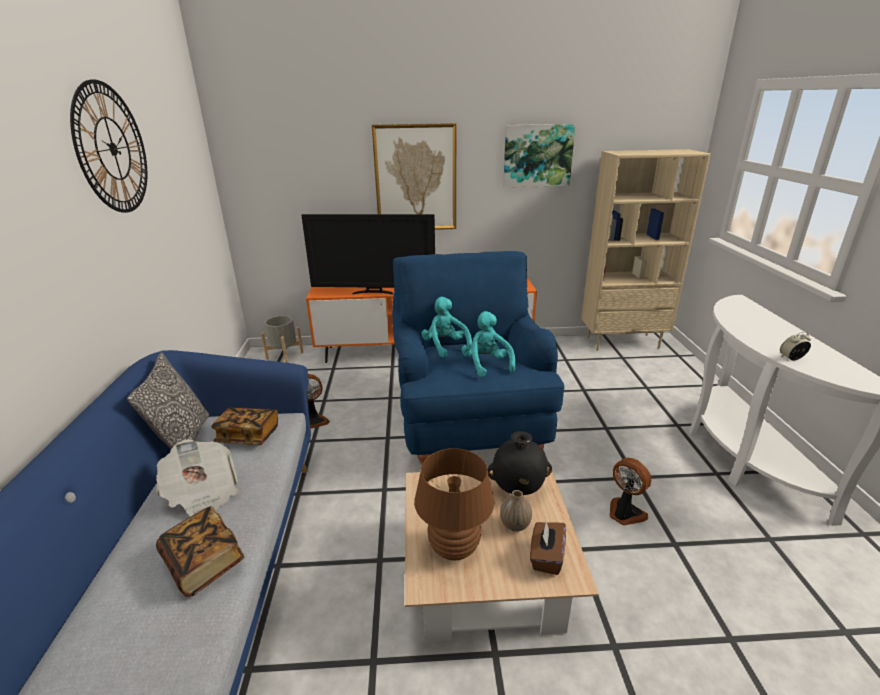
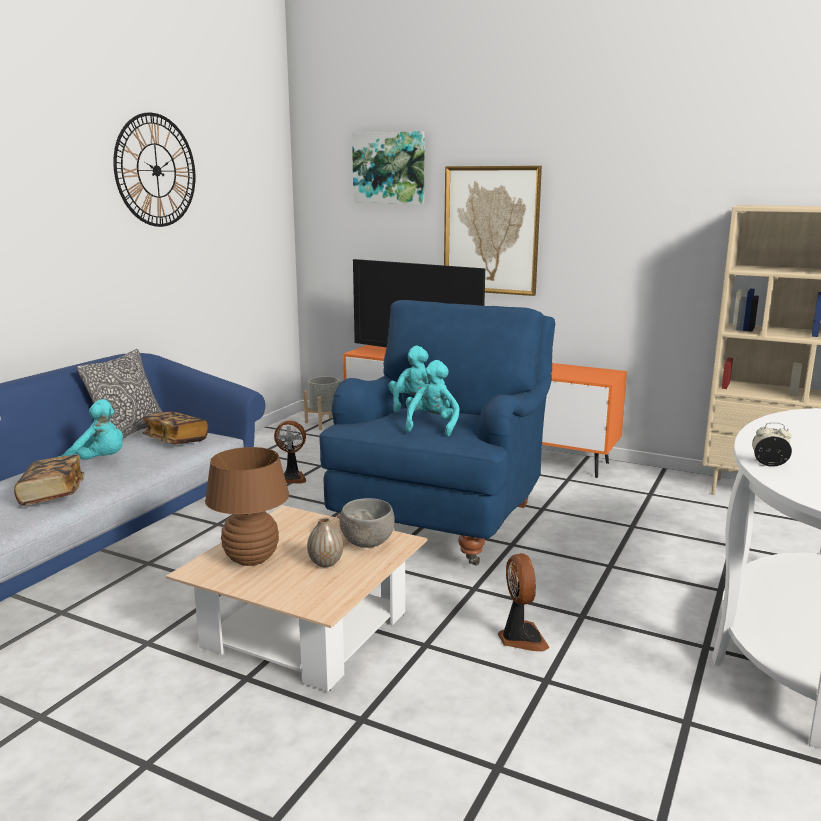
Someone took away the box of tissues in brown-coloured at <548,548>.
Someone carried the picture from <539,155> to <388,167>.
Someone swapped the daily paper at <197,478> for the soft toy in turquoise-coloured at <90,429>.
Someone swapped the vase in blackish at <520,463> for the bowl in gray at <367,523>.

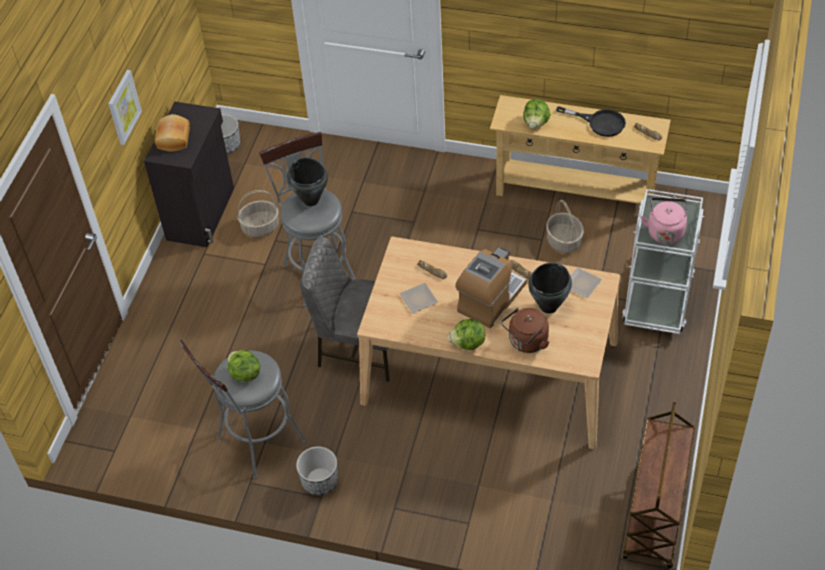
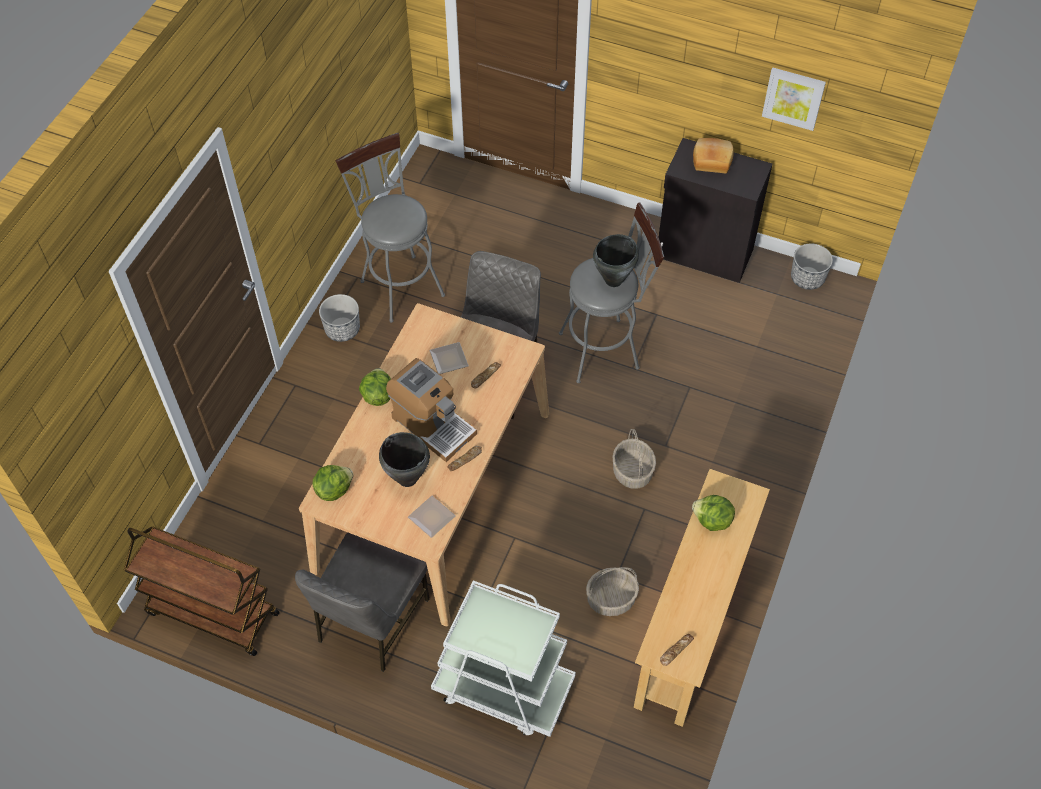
Someone took away the tea kettle in brown-coloured at <525,330>.
Someone took away the skillet in blackish at <591,121>.
Someone took away the tea kettle in pink at <664,220>.
Someone put down the plain chair in gray at <362,602>.
Someone carried the picture from <125,107> to <794,99>.
Someone carried the head of lettuce from <244,366> to <333,483>.
Someone carried the storage basket from <258,213> to <634,459>.

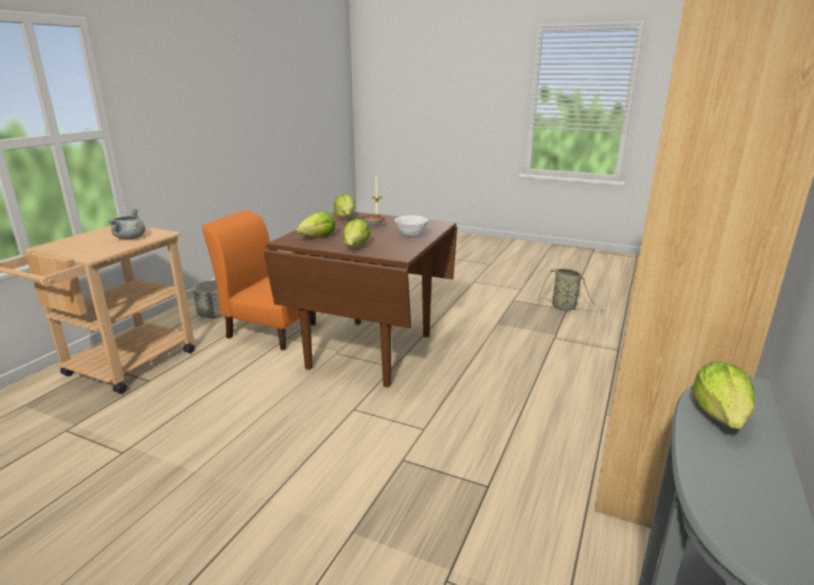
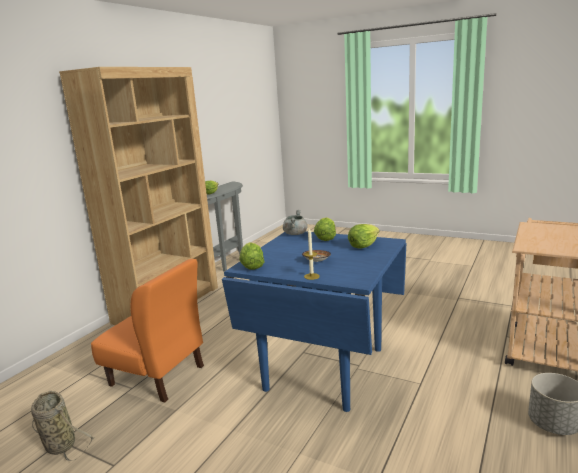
Someone took away the bowl in whitish at <412,226>.
Someone carried the stockpot in gray from <126,224> to <295,222>.
Someone carried the plain chair in orange-coloured from <259,280> to <147,331>.
Someone carried the head of lettuce from <344,206> to <252,256>.
Someone repainted the dinner table in brown-coloured at <360,299>, which became the dinner table in bluish at <314,321>.

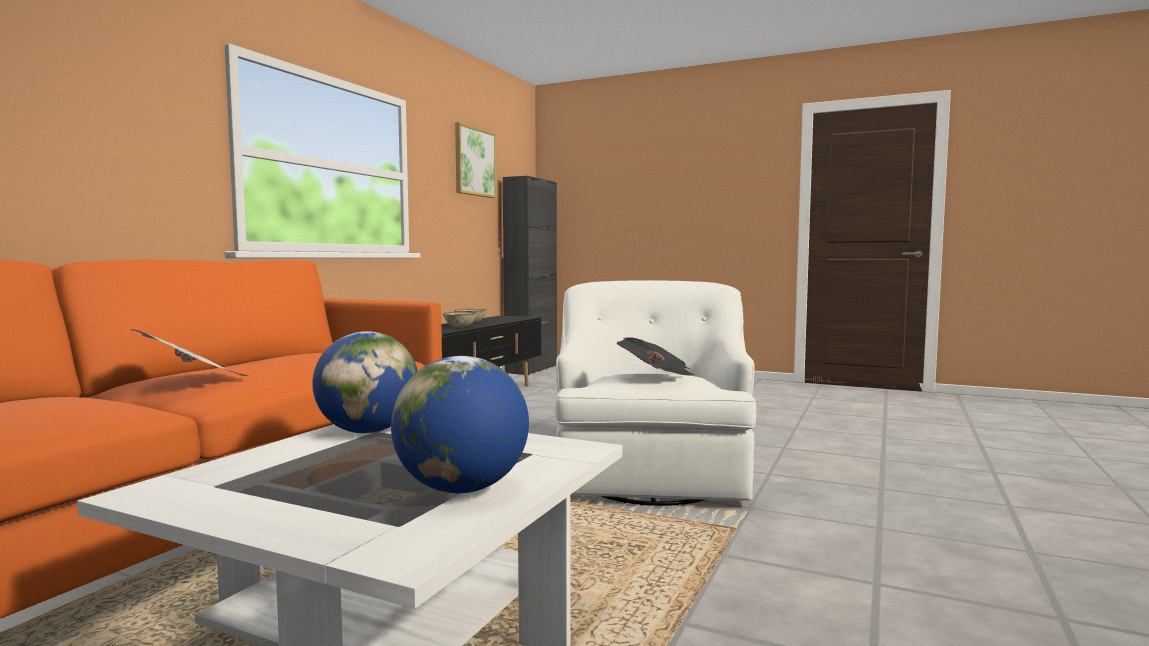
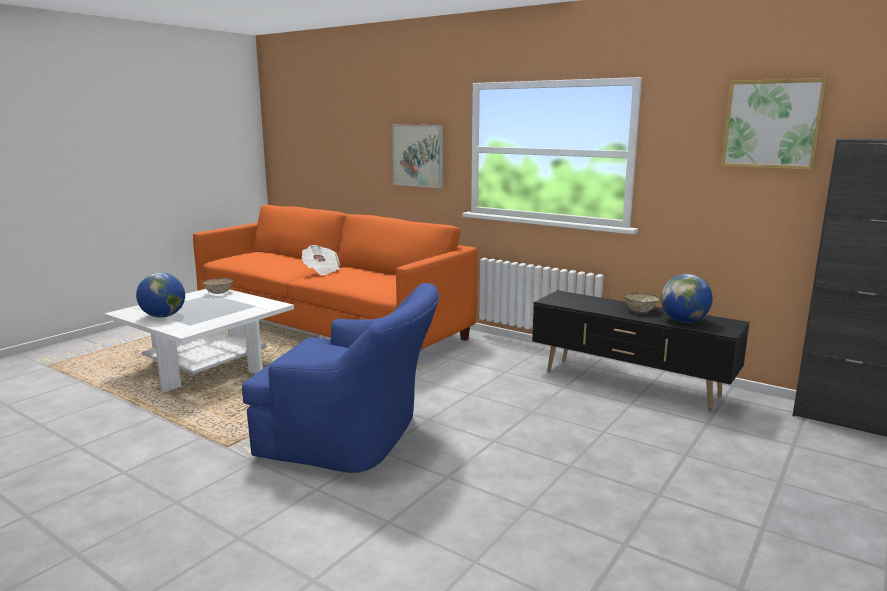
Someone took away the daily paper at <655,356>.
Someone put up the picture at <417,156>.
Someone carried the desk globe from <365,382> to <687,298>.
Someone carried the bowl from <459,319> to <218,286>.
Someone repainted the easy chair in whitish at <655,393>, which became the easy chair in bluish at <340,378>.

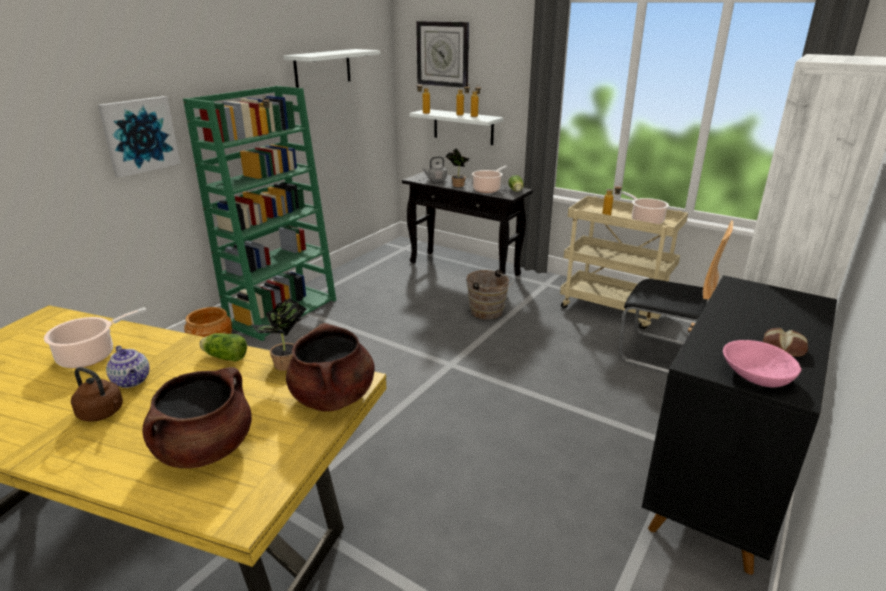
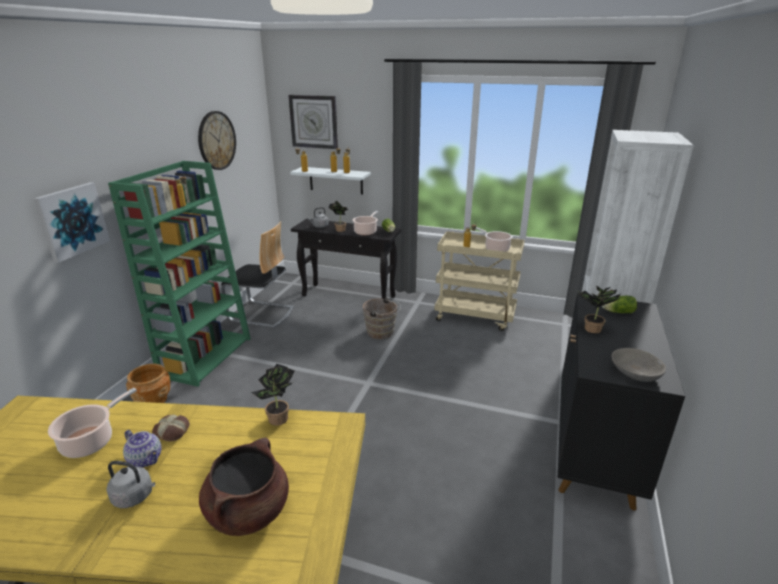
Someone took away the stockpot in brown-coloured at <330,367>.
Someone put down the houseplant at <599,309>.
Someone carried the head of lettuce from <223,347> to <619,305>.
Someone carried the plain chair from <675,297> to <257,274>.
Someone carried the bread from <785,342> to <171,428>.
Someone swapped the bracket shelf in whitish at <332,68> for the clock on the wall at <217,140>.
Someone repainted the tea kettle in brown-coloured at <97,394>, which became the tea kettle in gray at <131,484>.
Someone repainted the bowl in pink at <762,363>, which became the bowl in gray at <638,365>.

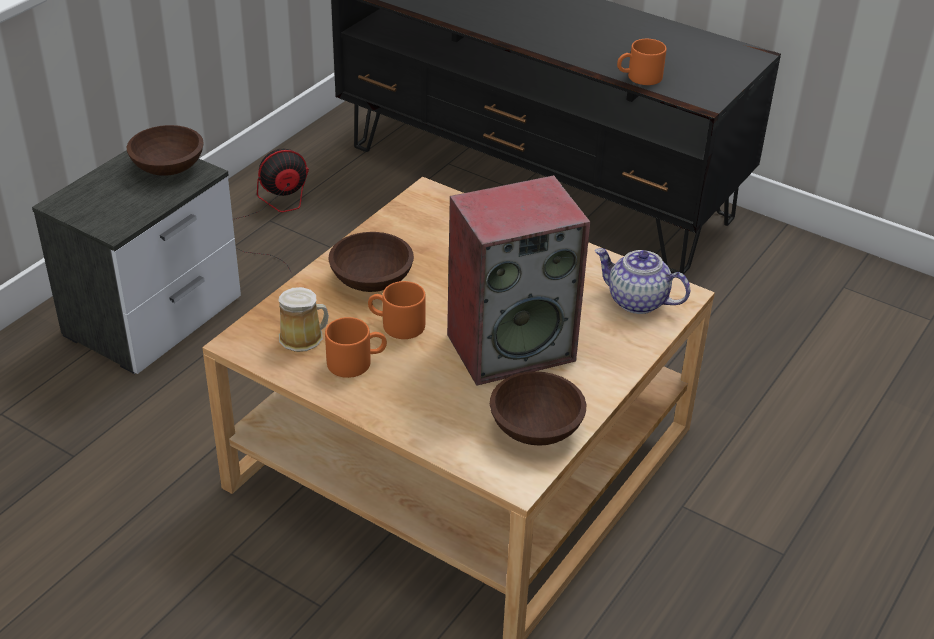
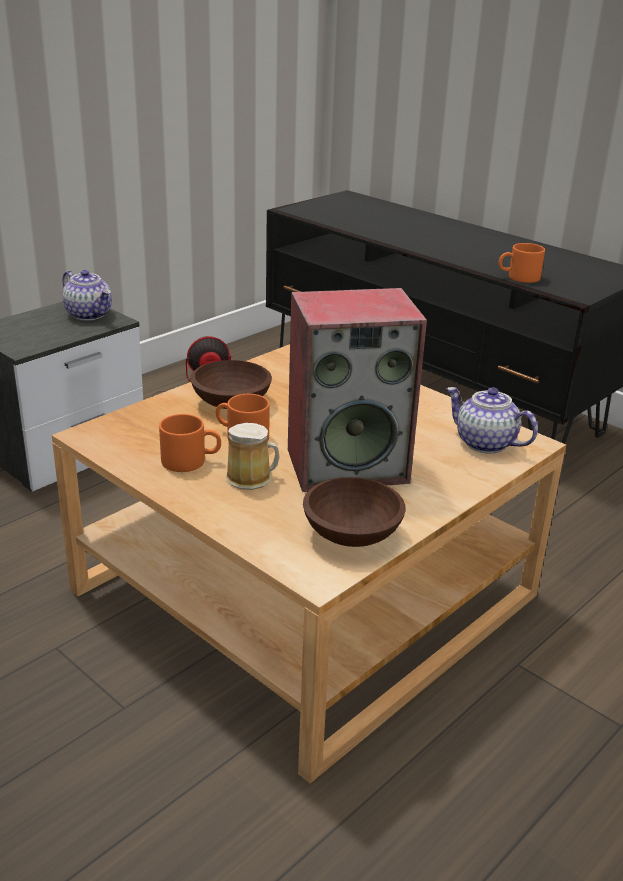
Someone carried the tea mug from <304,319> to <252,456>.
Someone swapped the bowl in brown-coloured at <165,150> for the tea pot at <87,295>.

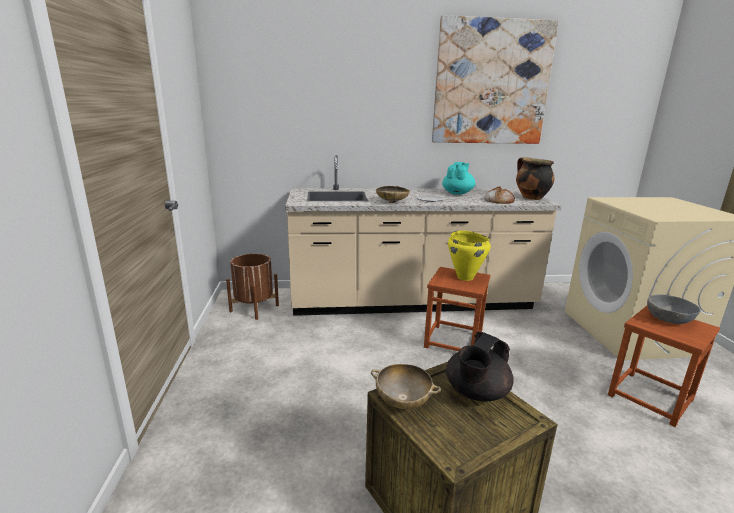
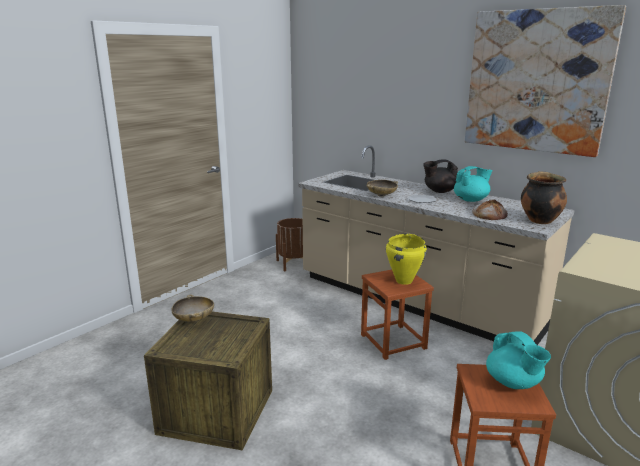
Someone carried the tea pot in blackish from <480,366> to <440,176>.
Someone swapped the bowl in gray at <673,309> for the tea pot in turquoise-coloured at <518,360>.

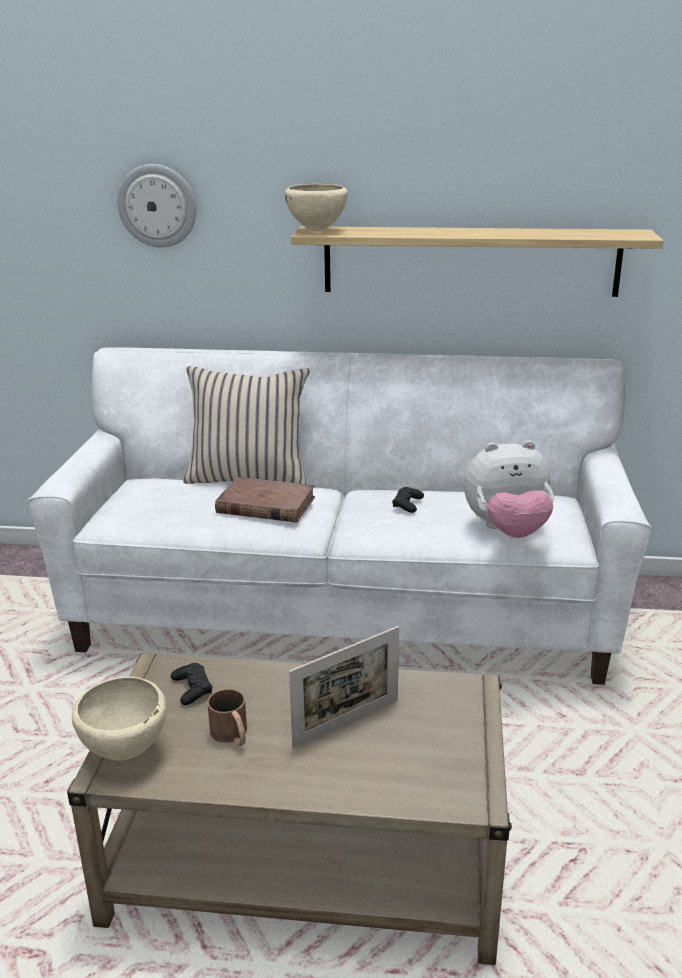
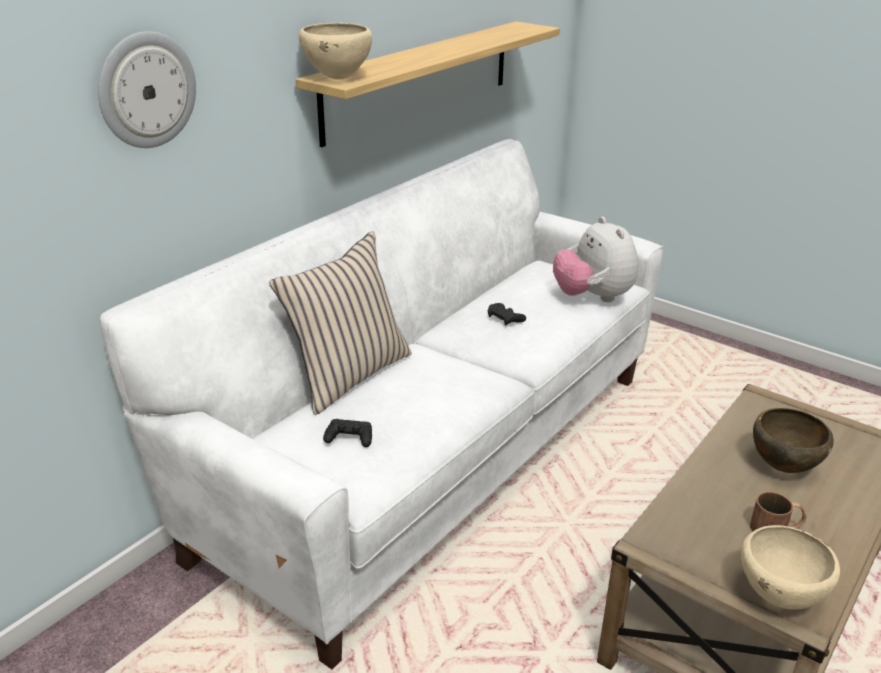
Someone took away the book in brown-coloured at <265,500>.
Someone carried the joypad in blackish from <191,684> to <347,433>.
Someone swapped the photo frame at <344,687> for the bowl in brown-coloured at <793,440>.
Someone rotated the soft toy at <509,489> by 135 degrees clockwise.

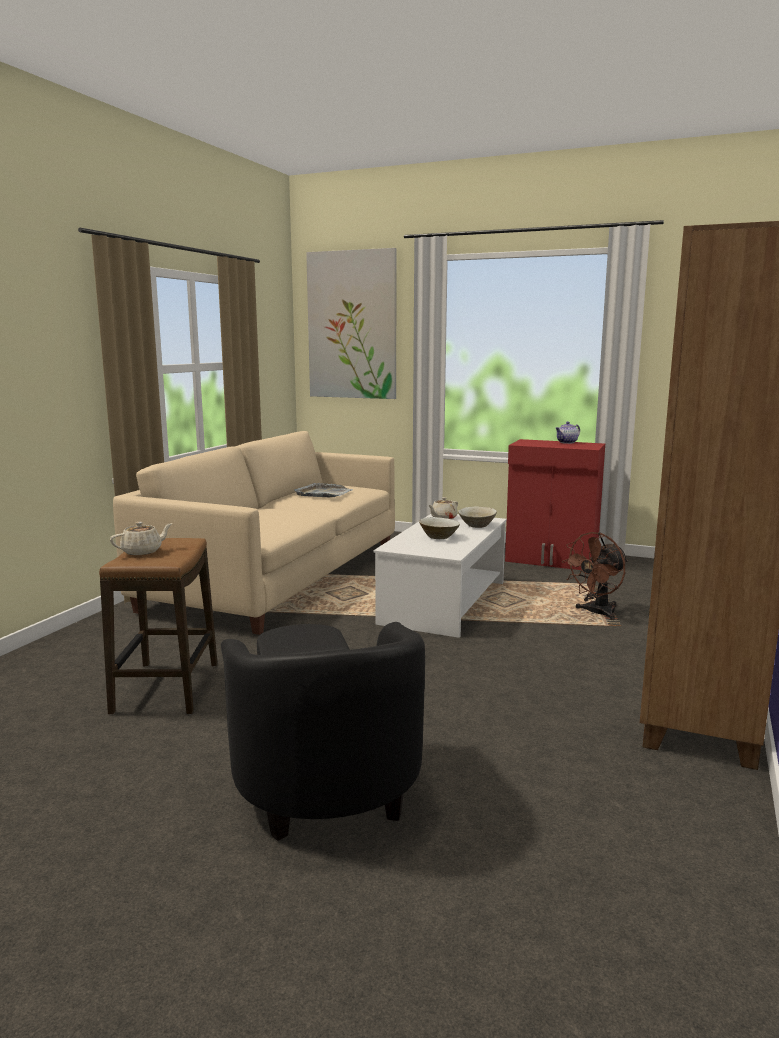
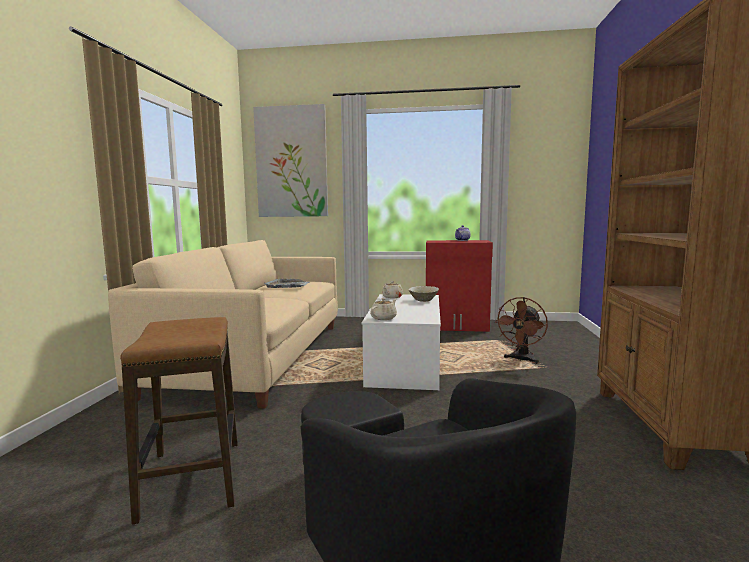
Someone took away the bowl in beige at <439,528>.
Someone carried the tea pot in beige from <141,538> to <383,309>.

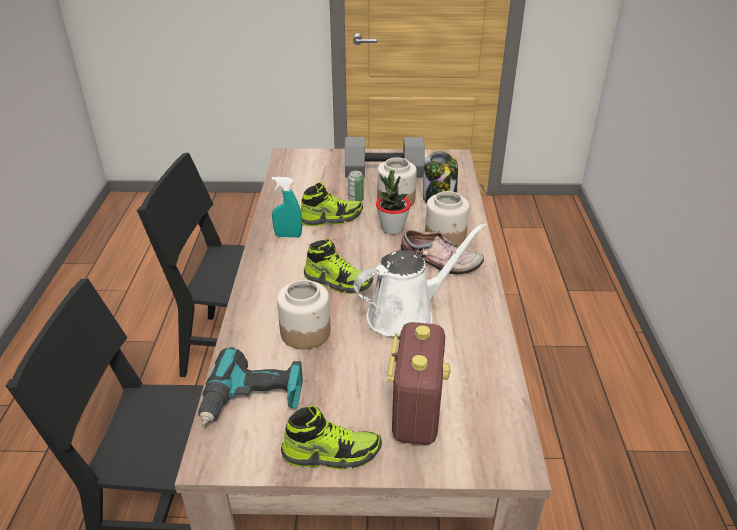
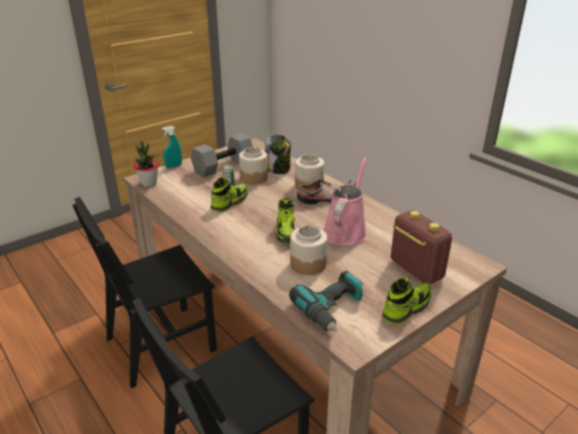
Someone carried the sprayer in turquoise-coloured from <287,207> to <172,147>.
Someone carried the houseplant from <393,202> to <146,164>.
Someone repainted the watering pot in whitish at <419,279>, which became the watering pot in pink at <345,201>.
Someone rotated the shoe at <338,266> by 105 degrees clockwise.

